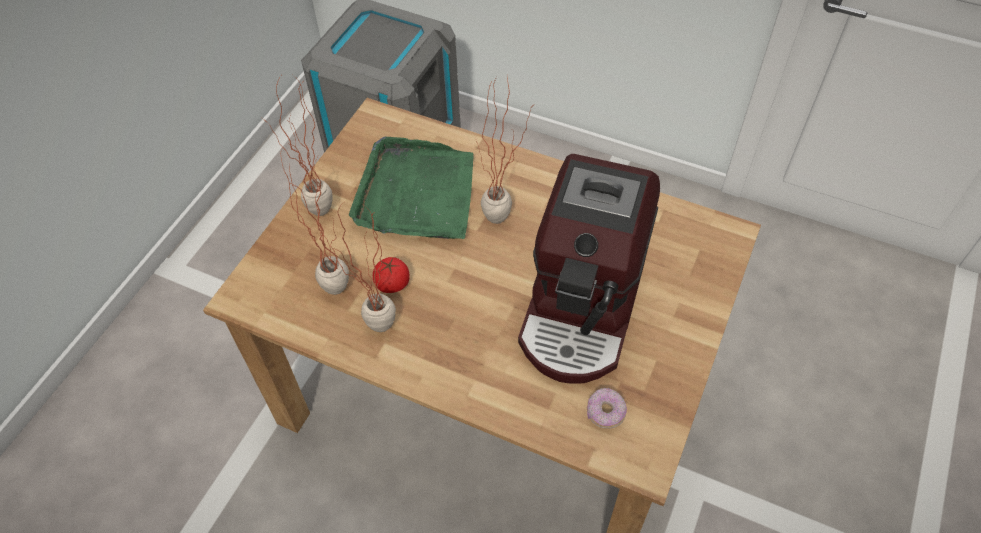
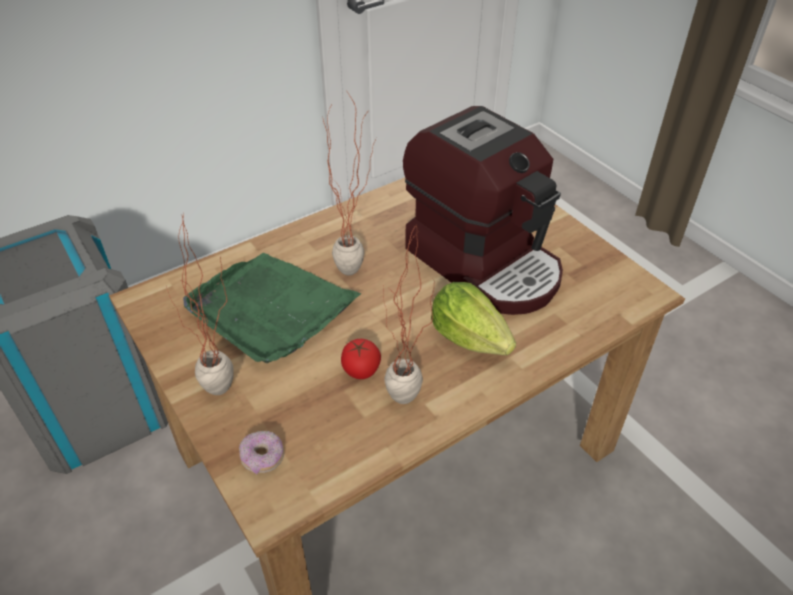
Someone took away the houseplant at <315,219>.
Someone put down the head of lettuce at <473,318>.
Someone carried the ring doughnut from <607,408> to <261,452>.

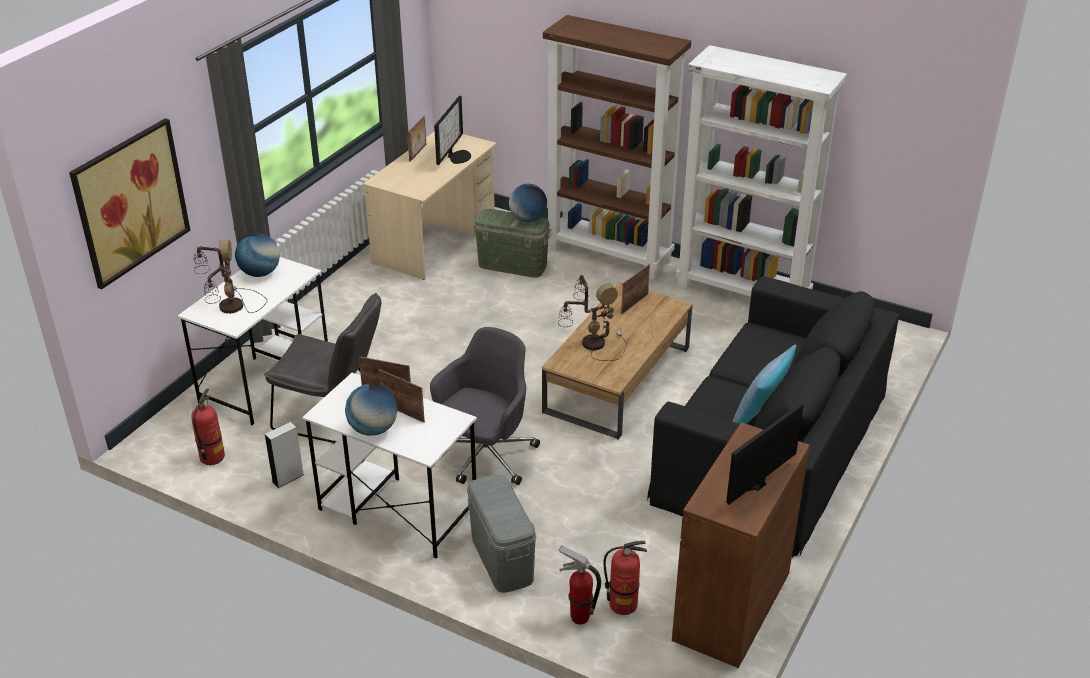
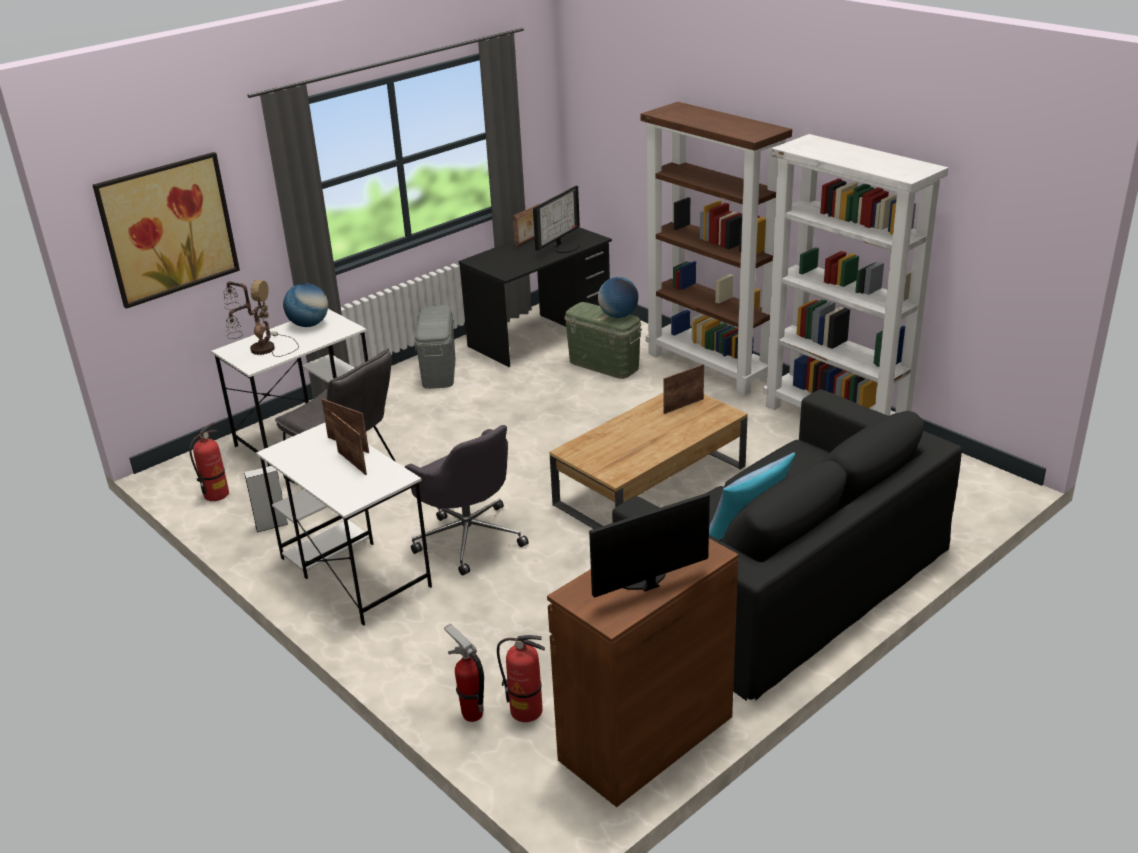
Someone took away the desk globe at <371,410>.
Someone took away the tabletop lamp at <592,318>.
Someone carried the storage bin in gray from <501,533> to <435,347>.
Someone repainted the desk in beige at <430,205>, which became the desk in blackish at <535,297>.
Someone rotated the desk chair in gray at <485,406> by 90 degrees clockwise.

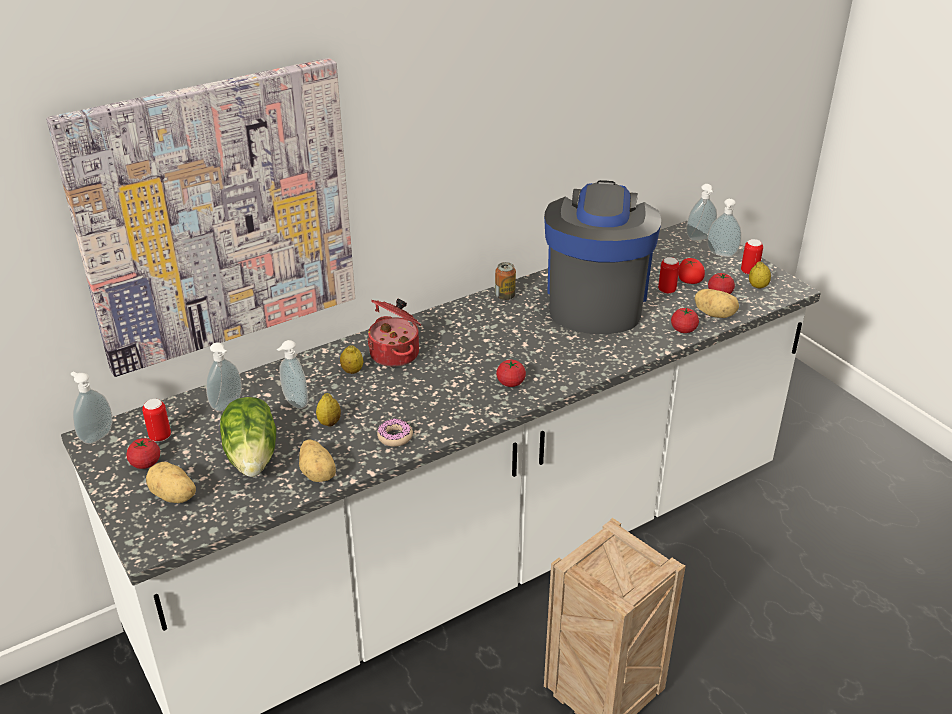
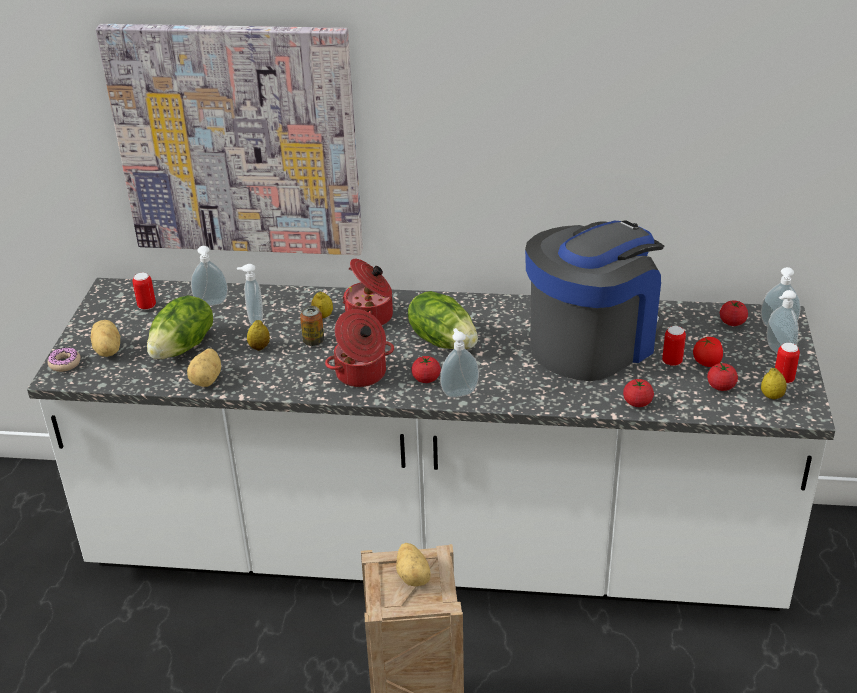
Someone put down the stockpot at <359,348>.
Someone put down the head of lettuce at <443,320>.
Someone carried the soap bottle from <91,408> to <459,363>.
Someone carried the whole tomato from <143,453> to <734,313>.
Someone carried the ring doughnut from <395,433> to <64,360>.
Someone carried the sealed can from <505,281> to <312,326>.
Someone carried the whole potato from <717,303> to <413,565>.

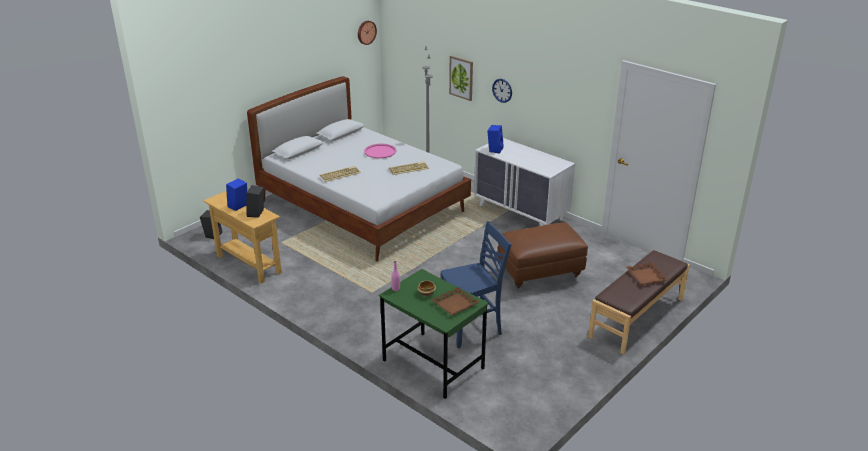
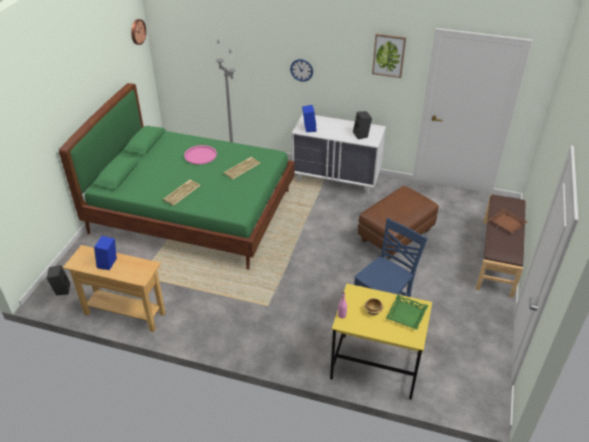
Someone carried the speaker in blackish from <255,201> to <362,125>.
Someone carried the picture from <461,78> to <389,56>.
Someone repainted the bed in whitish at <359,169>, which became the bed in green-coloured at <176,176>.
Someone repainted the desk in green-coloured at <434,334>, which became the desk in yellow-coloured at <381,342>.
Someone repainted the serving tray in brown-coloured at <455,301>, which became the serving tray in green-coloured at <407,312>.

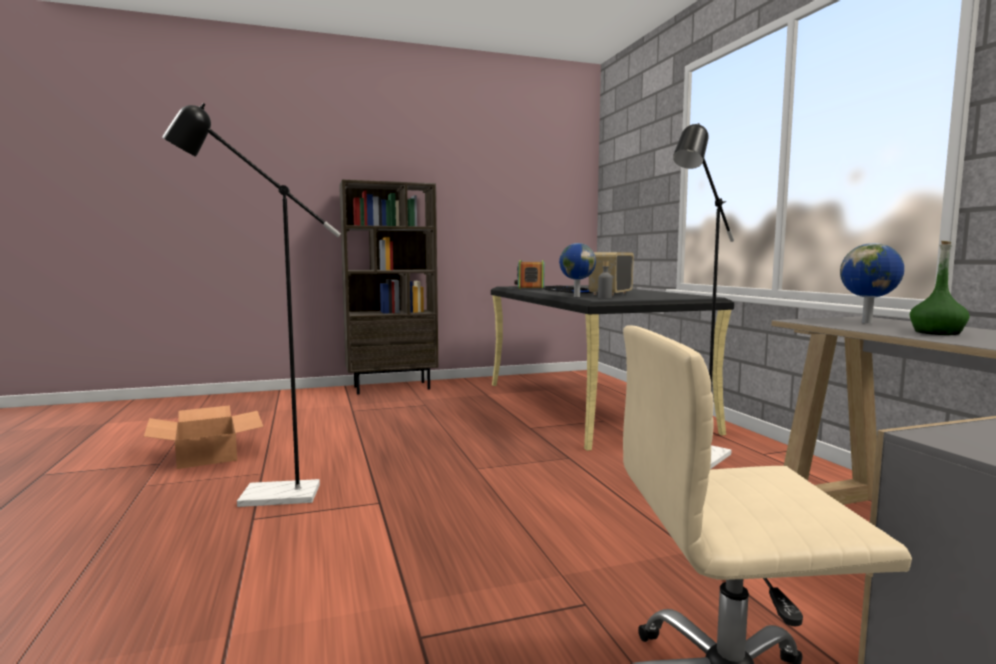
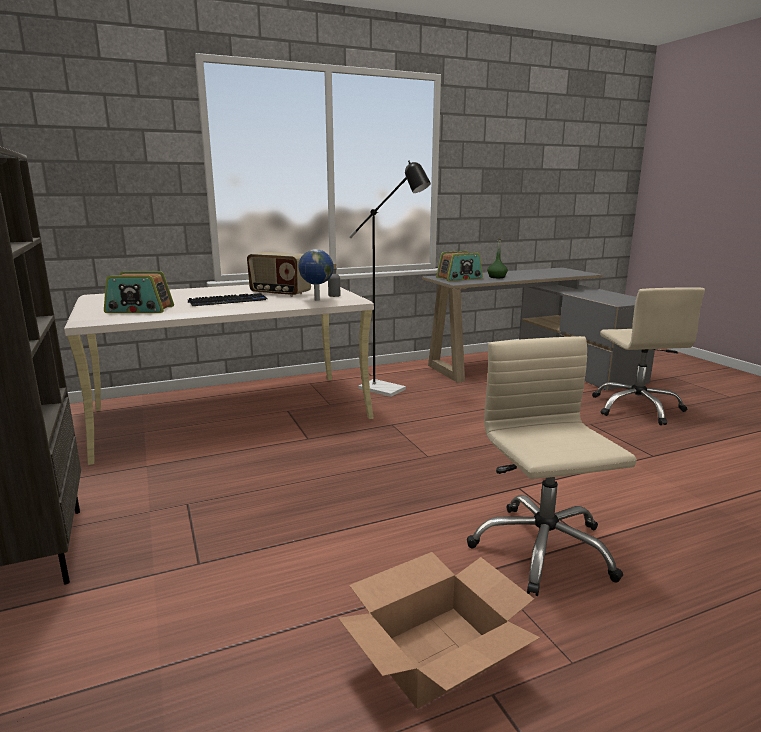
Someone swapped the standard lamp in blackish at <251,305> for the desk chair in beige at <552,466>.
Someone swapped the desk globe at <872,283> for the radio receiver at <459,266>.
Someone repainted the desk in blackish at <612,368>, which became the desk in beige at <219,373>.

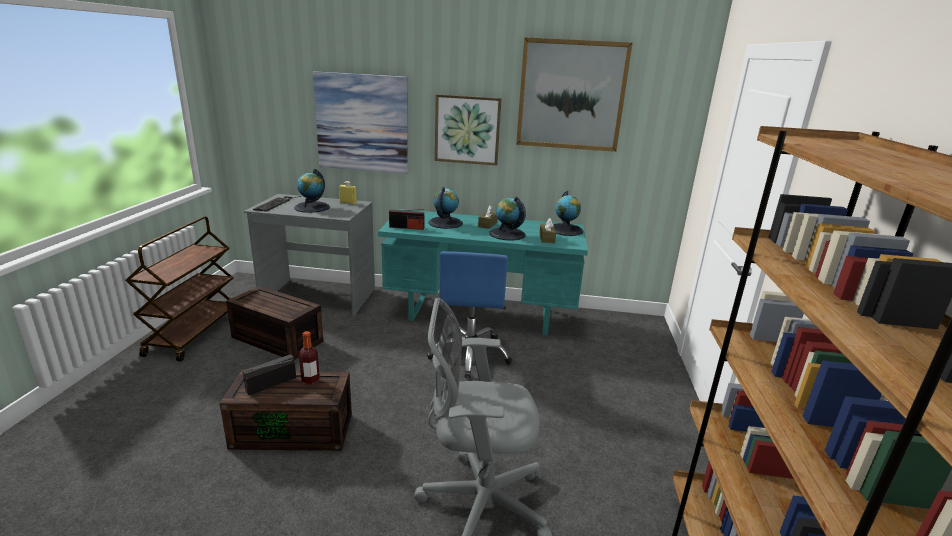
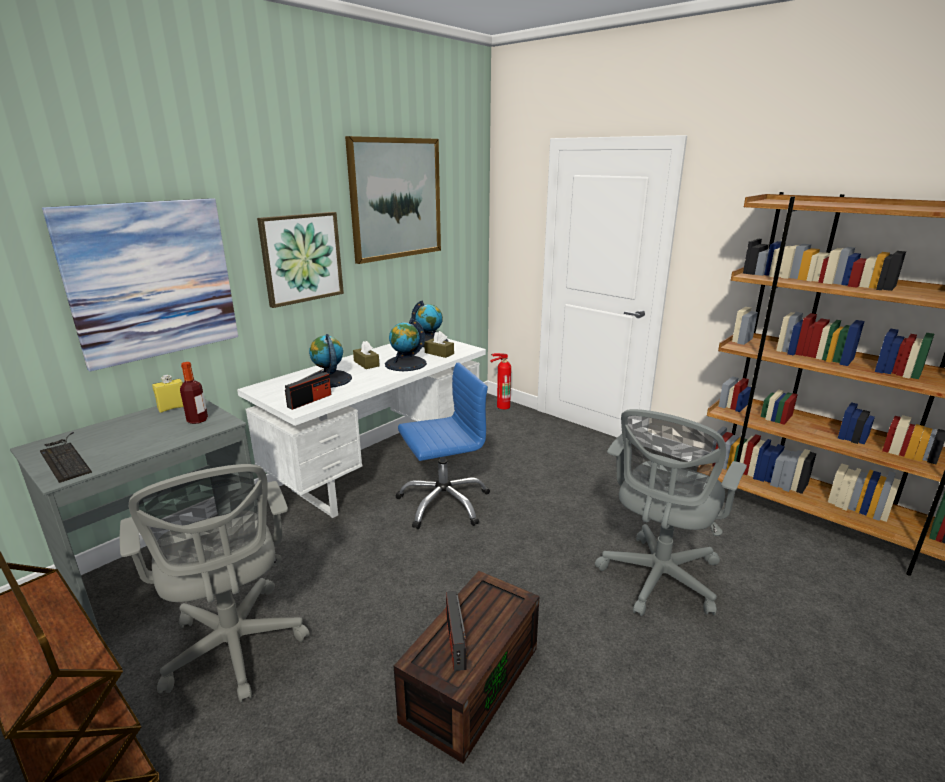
Someone took away the desk globe at <312,191>.
Someone put down the fire-fighting cylinder at <501,381>.
Someone carried the beverage bottle from <309,357> to <194,393>.
Someone swapped the storage bin in brown-coloured at <274,323> for the desk chair in gray at <215,583>.
Someone repainted the desk in turquoise-coloured at <483,272>, which became the desk in whitish at <361,428>.
Someone rotated the desk chair in bluish at <469,314> by 60 degrees counterclockwise.

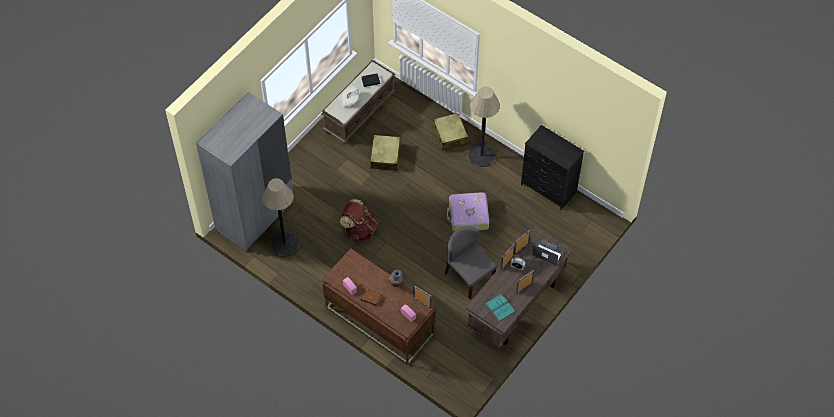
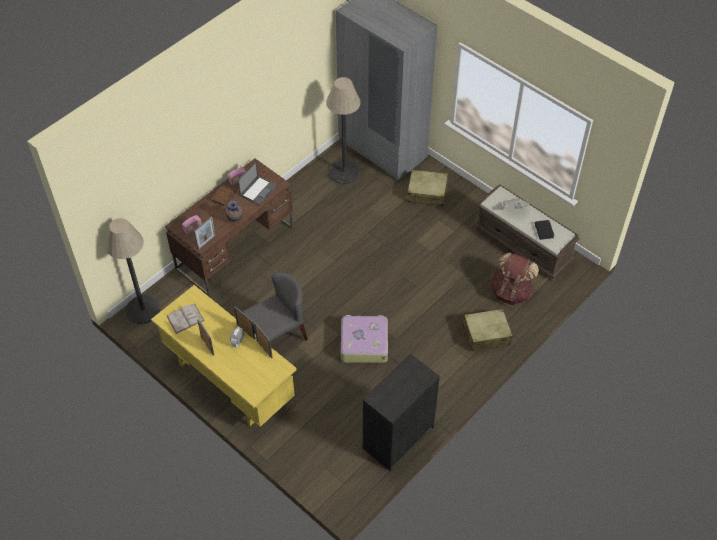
Someone carried the backpack in brown-coloured from <359,220> to <514,279>.
Someone carried the suitcase in beige from <385,153> to <428,188>.
Someone carried the standard lamp from <484,127> to <132,271>.
Someone carried the notebook computer from <548,252> to <257,183>.
Someone repainted the desk in brown-coloured at <519,287>, which became the desk in yellow-coloured at <224,356>.
Someone repainted the book in turquoise-coloured at <500,308>, which became the book in whitish at <185,319>.

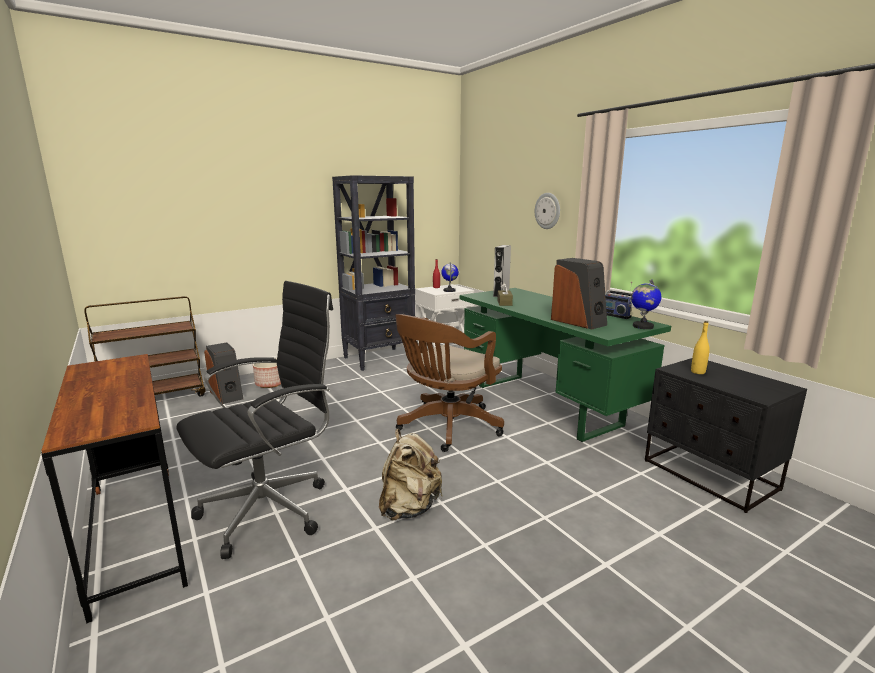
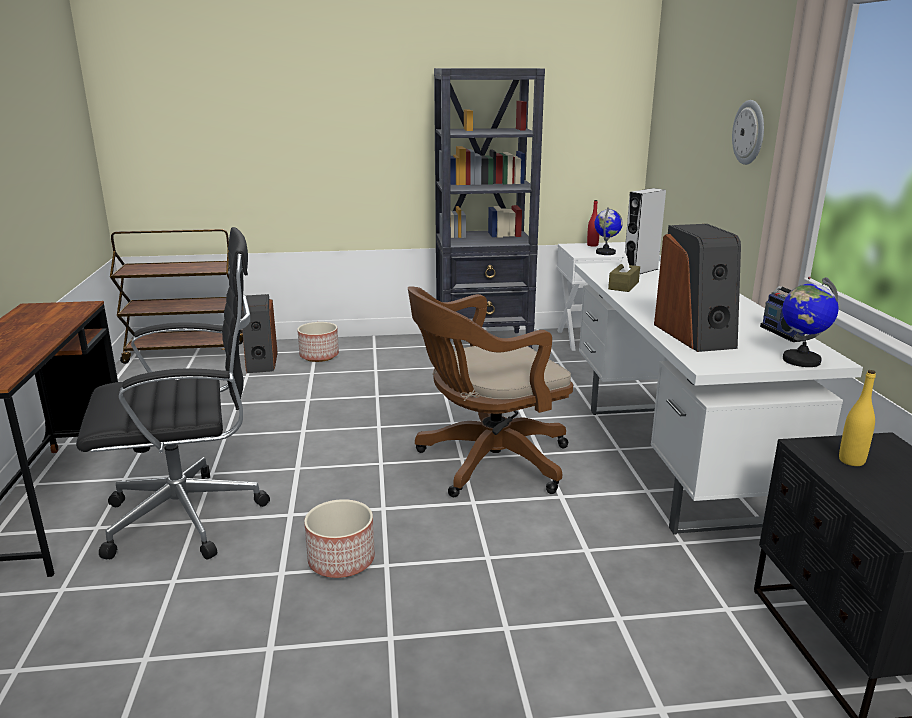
Someone swapped the backpack in beige at <410,475> for the flower pot at <339,538>.
Someone repainted the desk in green-coloured at <565,365>, which became the desk in whitish at <718,398>.

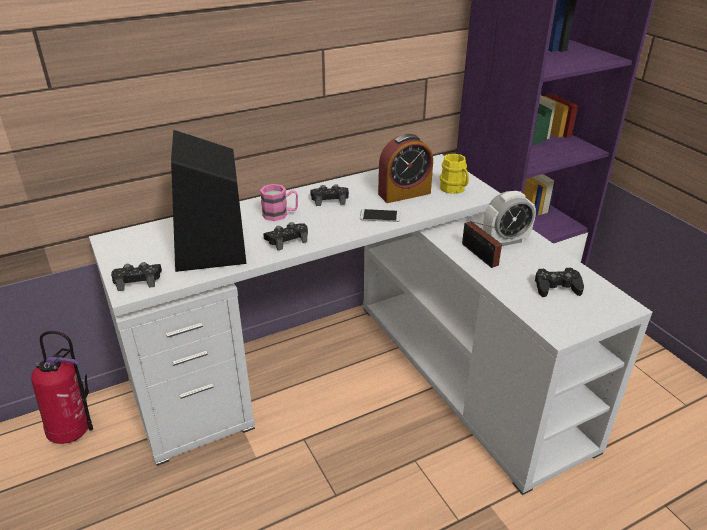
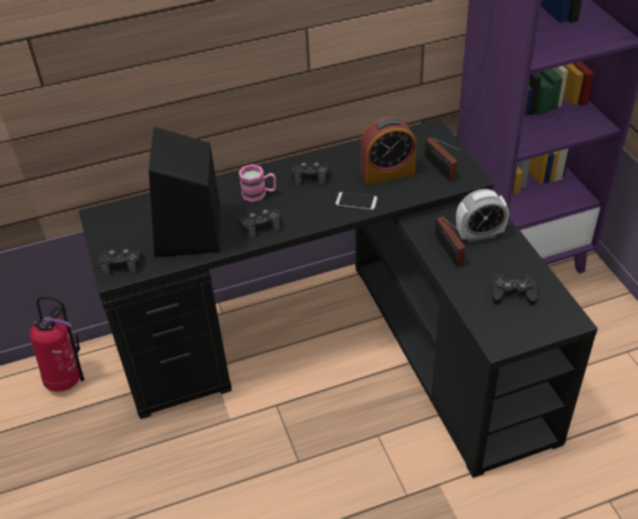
Someone swapped the tea mug in yellow-coloured at <454,174> for the radio receiver at <442,159>.
Someone repainted the desk in whitish at <370,324>, which became the desk in blackish at <338,298>.

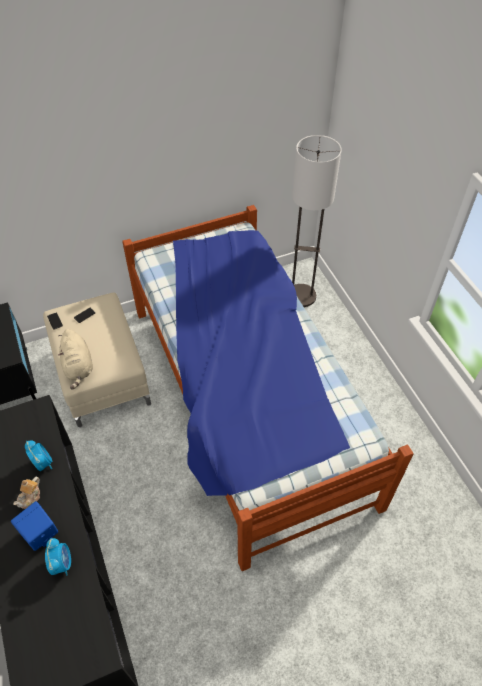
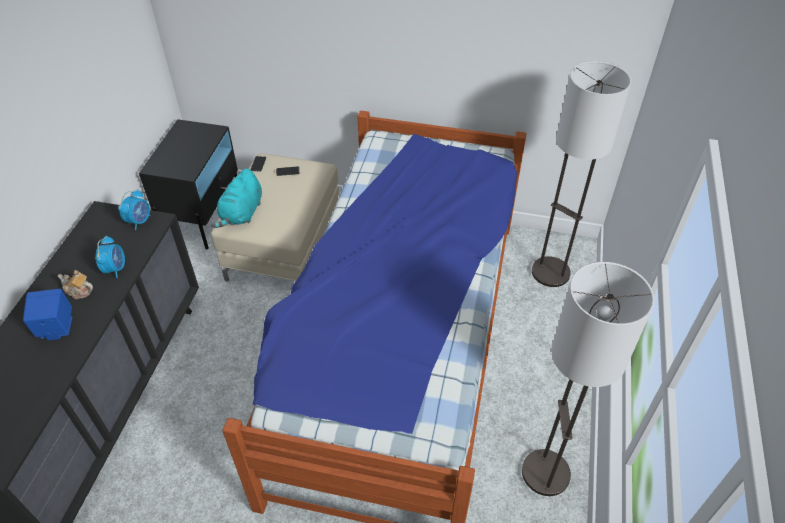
Someone put down the standard lamp at <588,379>.
Someone carried the bedside clock from <58,556> to <134,209>.
Someone repainted the soft toy in beige at <75,359>, which became the soft toy in turquoise-coloured at <236,198>.
Someone rotated the tea pot at <26,493> by 45 degrees clockwise.

